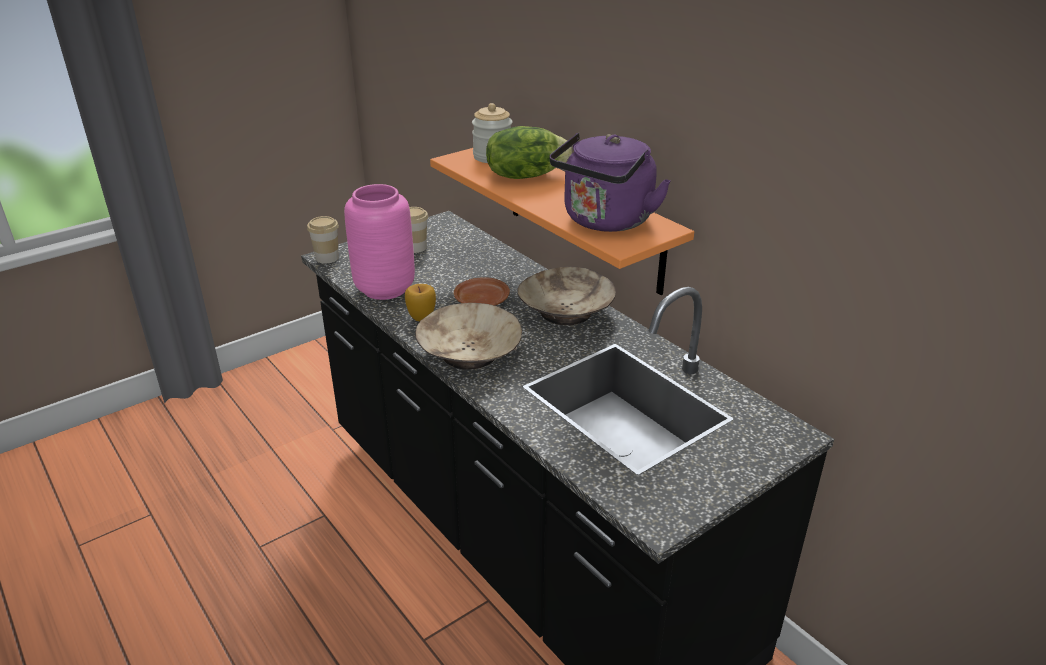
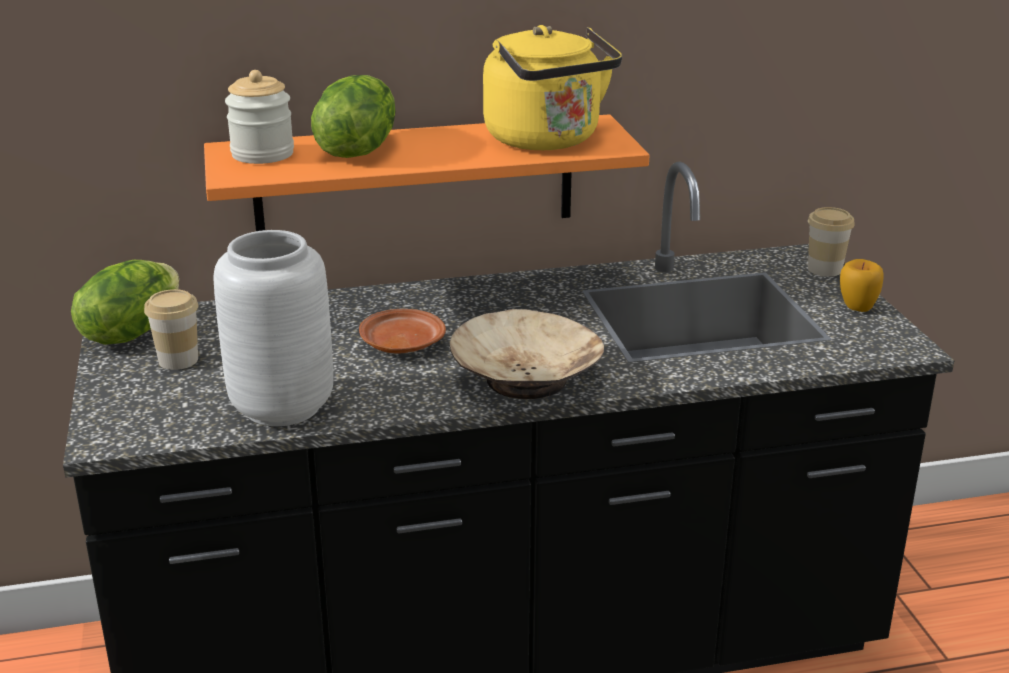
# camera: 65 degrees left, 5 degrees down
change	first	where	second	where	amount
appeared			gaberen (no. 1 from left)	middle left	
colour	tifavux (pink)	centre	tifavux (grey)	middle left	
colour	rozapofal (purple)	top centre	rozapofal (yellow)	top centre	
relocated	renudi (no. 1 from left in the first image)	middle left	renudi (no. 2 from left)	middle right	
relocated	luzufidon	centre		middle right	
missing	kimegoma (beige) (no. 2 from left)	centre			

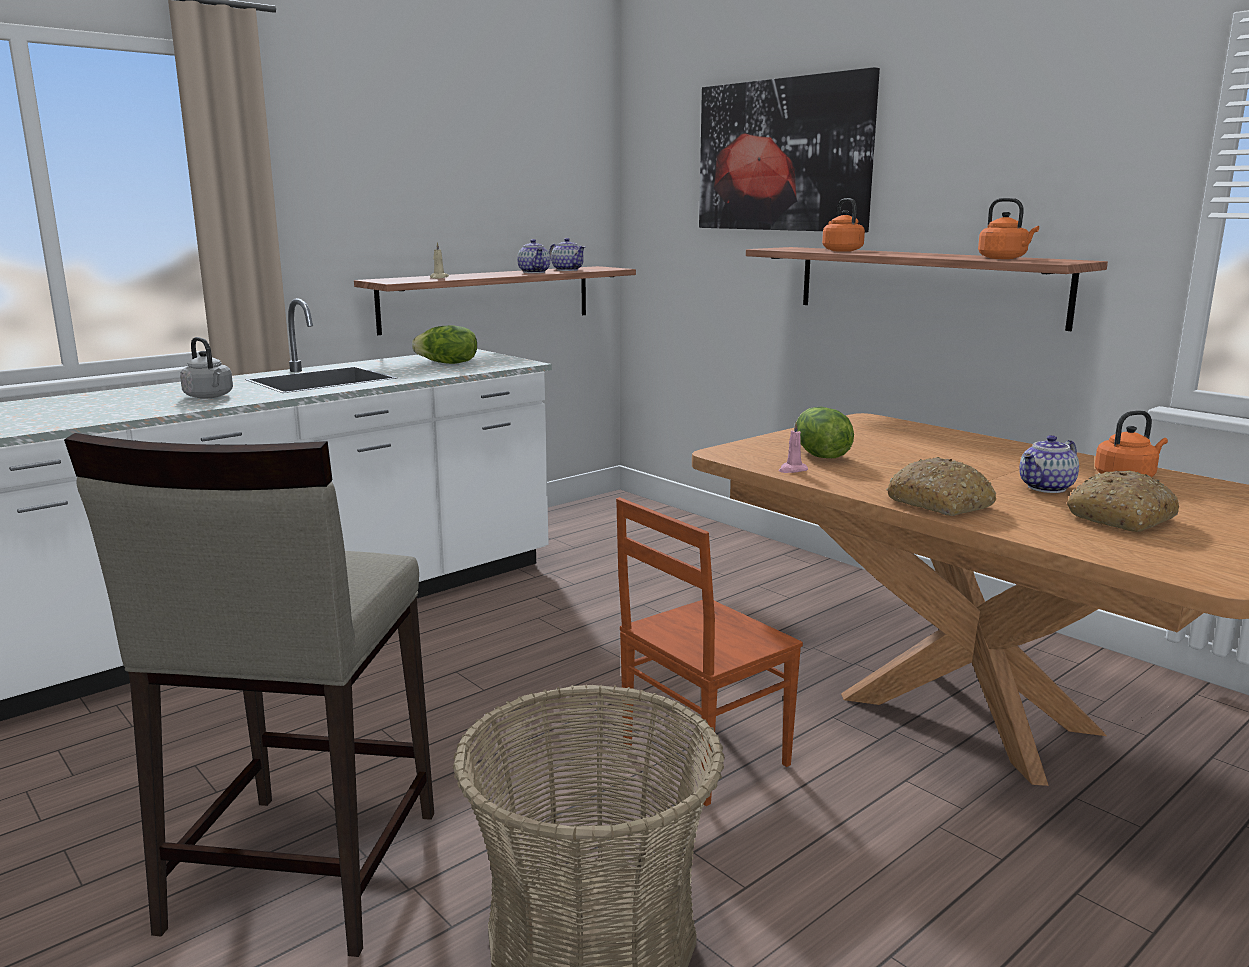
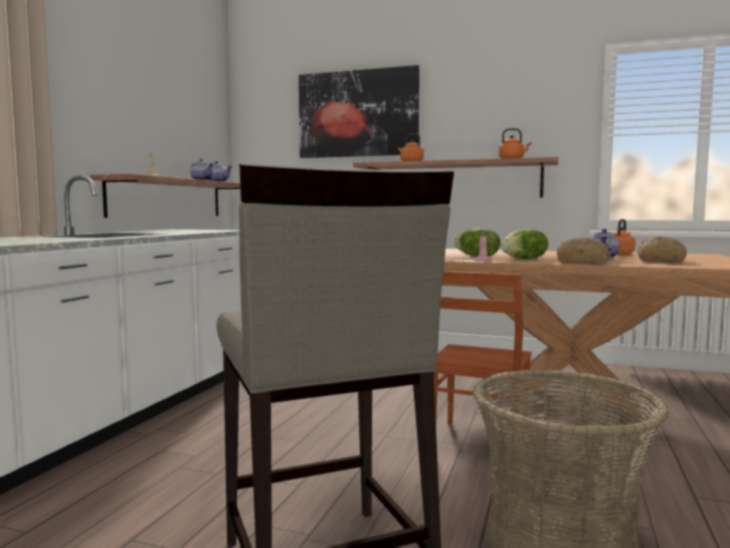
# camera: 30 degrees left, 10 degrees down
change	first	where	second	where	amount
relocated	gaberen (no. 1 from left in the first image)	centre	gaberen (no. 2 from left)	middle right	
missing	rozapofal (grey)	middle left			

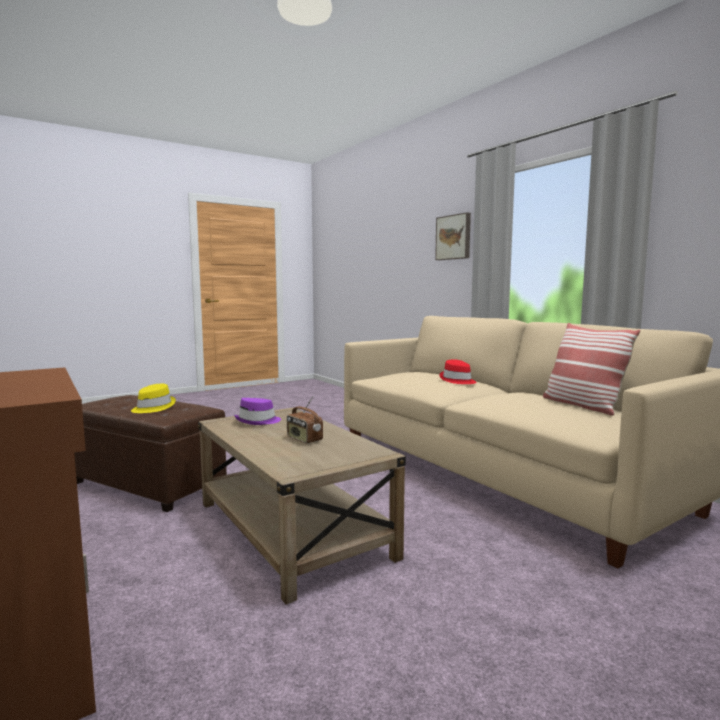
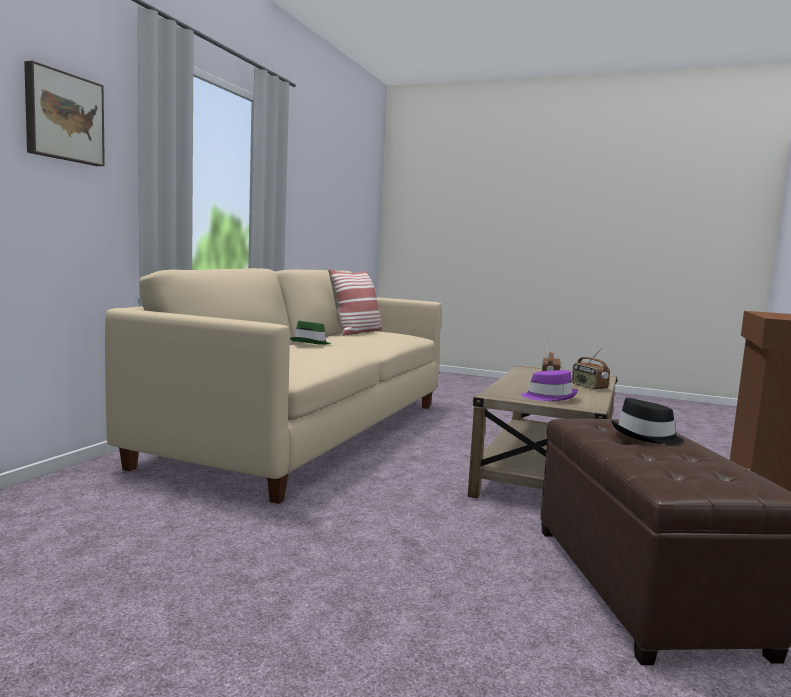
# camera: 125 degrees left, 0 degrees up
change	first	where	second	where	amount
colour	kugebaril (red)	centre	kugebaril (green)	centre	
appeared			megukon (no. 2 from left)	middle right	
colour	kugebaril (yellow)	middle left	kugebaril (black)	middle right	

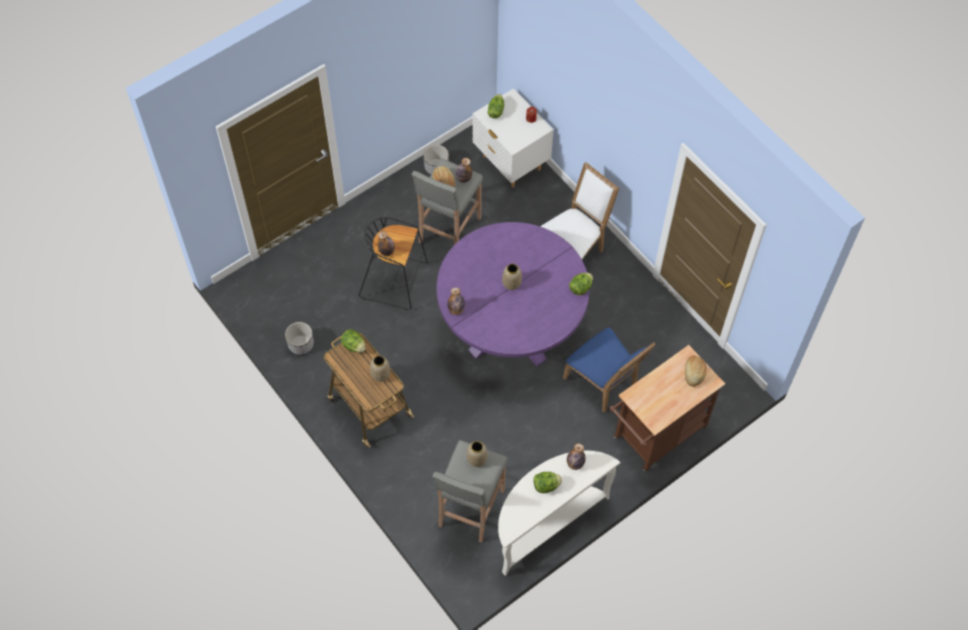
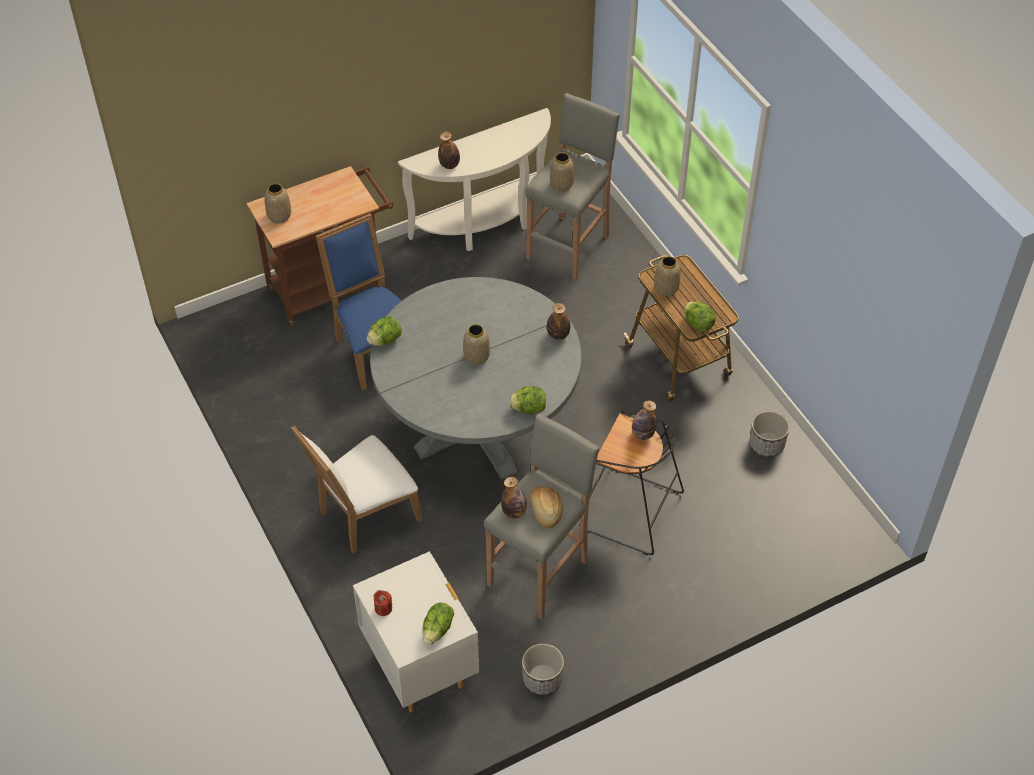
# camera: 170 degrees left, 10 degrees down
change	first	where	second	where	amount
exchanged	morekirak (no. 2 from left)	middle right	tifavux (no. 1 from left)	top left	
colour	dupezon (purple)	centre	dupezon (grey)	centre	
relocated	gaberen (no. 3 from left)	bottom centre		centre	

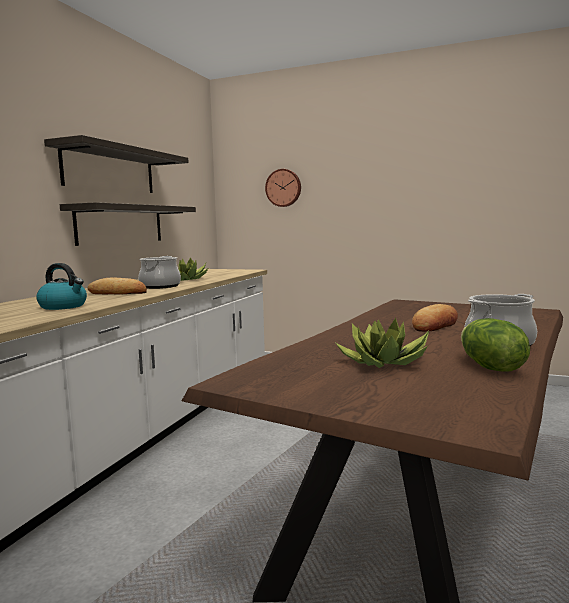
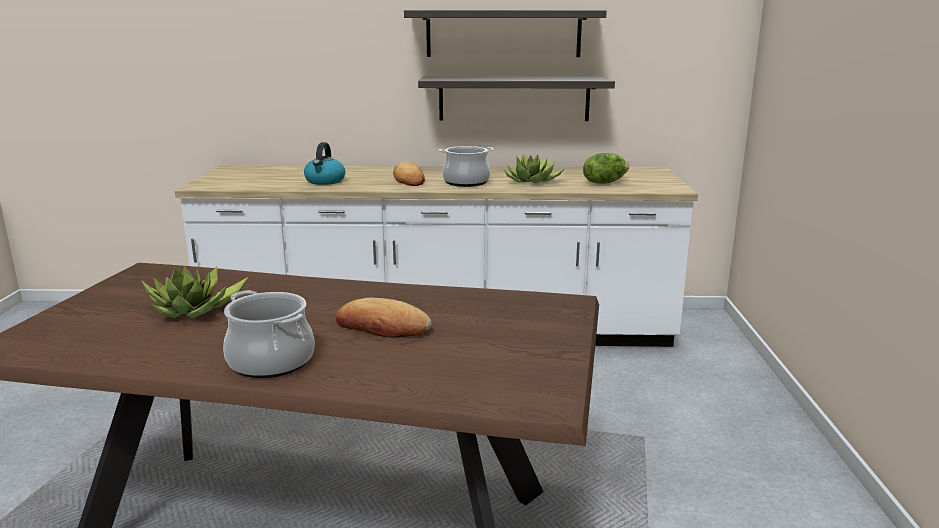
# camera: 70 degrees right, 10 degrees up
change	first	where	second	where	amount
relocated	gaberen	middle right		top centre	
missing	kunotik	top centre			

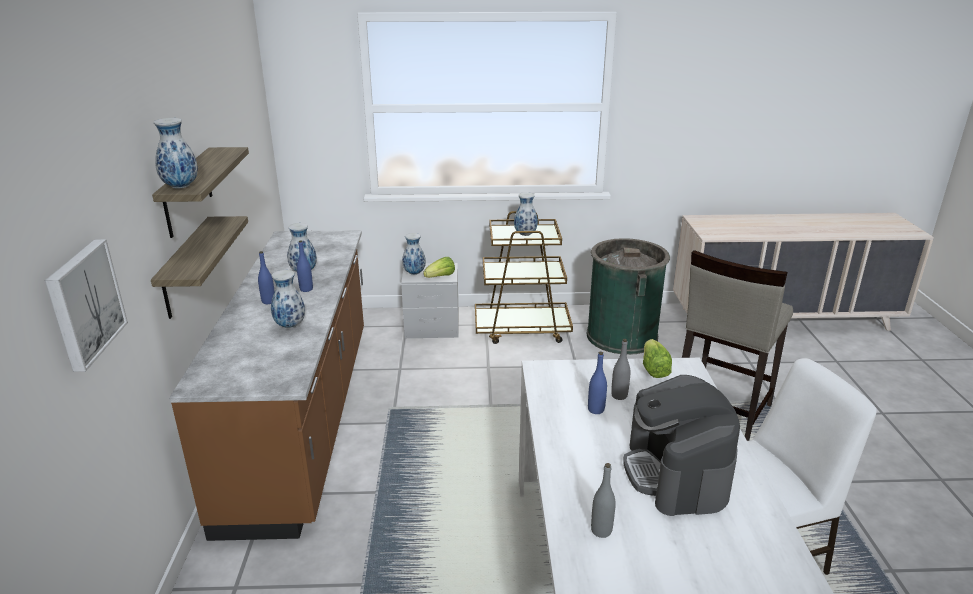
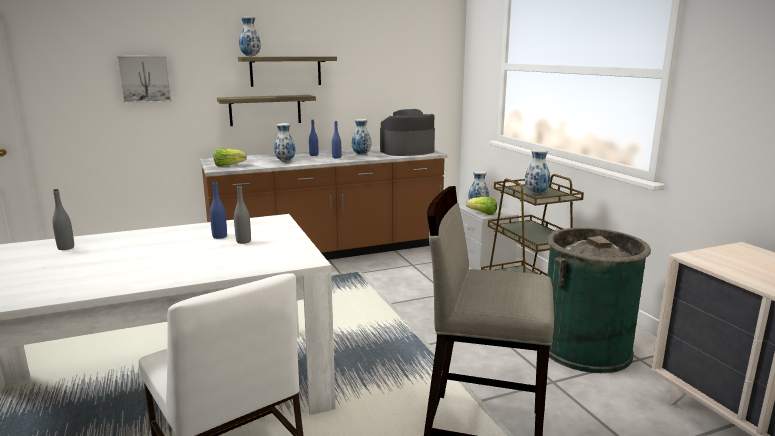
# camera: 70 degrees right, 10 degrees down
change	first	where	second	where	amount
relocated	gaberen (no. 2 from left in the first image)	middle right	gaberen (no. 1 from left)	middle left	
relocated	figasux	bottom right		top centre	

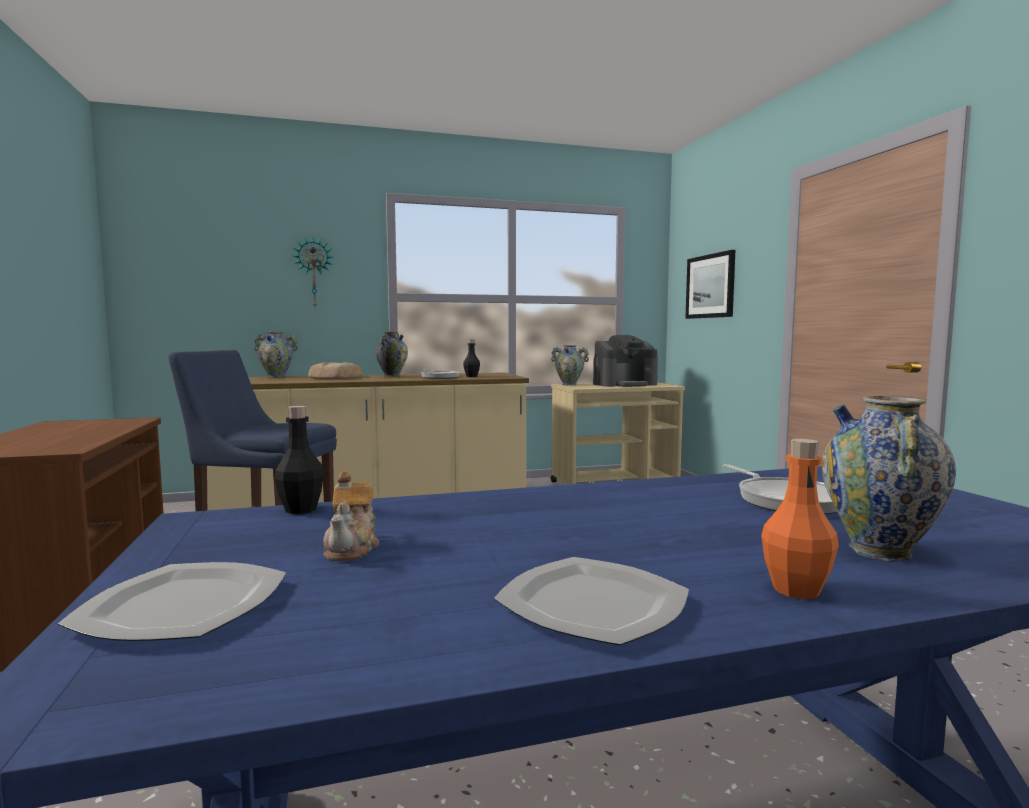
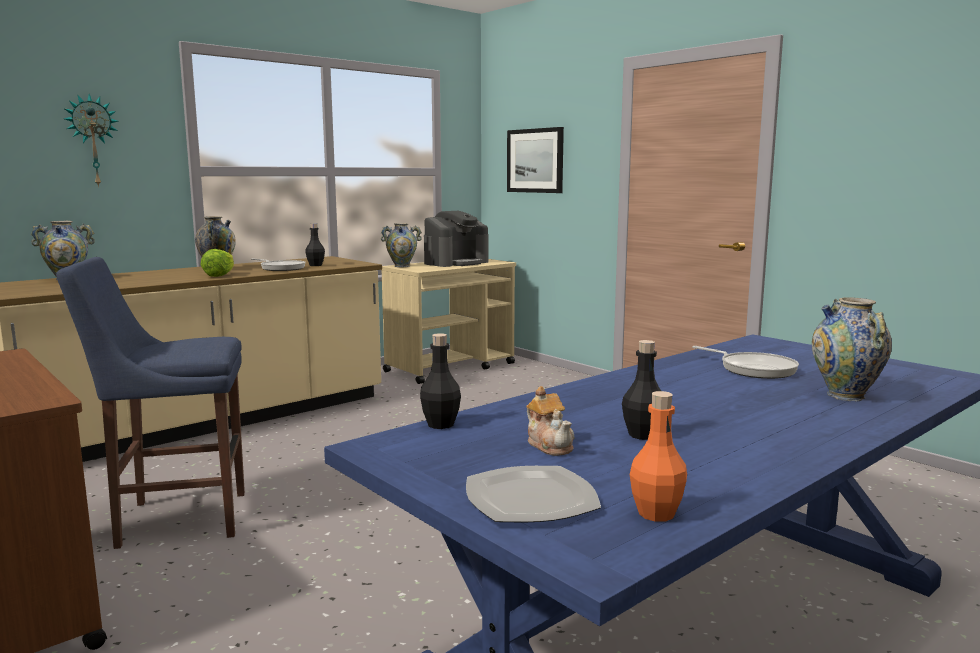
# camera: 25 degrees left, 5 degrees up
change	first	where	second	where	amount
appeared			gaberen	middle left	
appeared			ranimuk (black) (no. 3 from left)	centre	
relocated	ranimuk (orange)	middle right		bottom right	
missing	morekirak	middle left			
missing	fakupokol (no. 2 from left)	bottom centre			

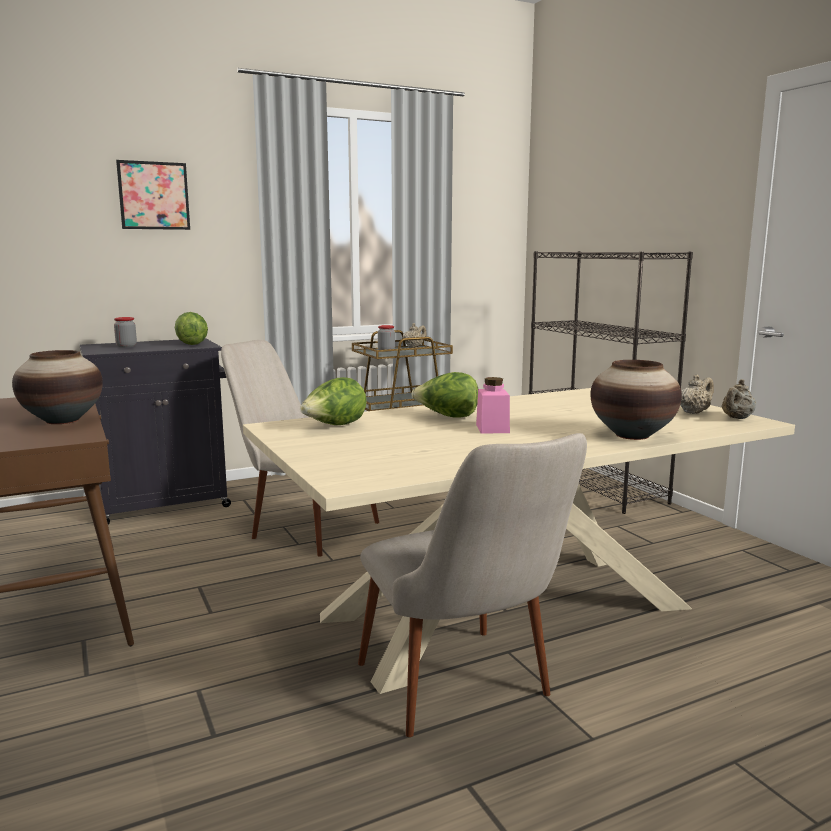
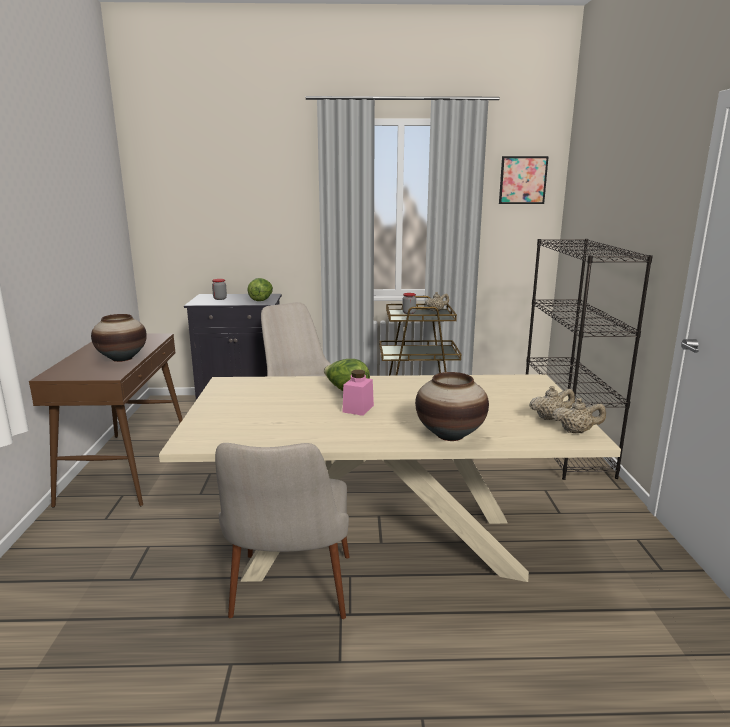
# camera: 25 degrees right, 5 degrees up
change	first	where	second	where	amount
relocated	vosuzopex	top left		top right	
spun	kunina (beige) (no. 3 from left)	middle right		middle right	150 degrees counterclockwise
missing	gaberen (no. 2 from left)	centre			

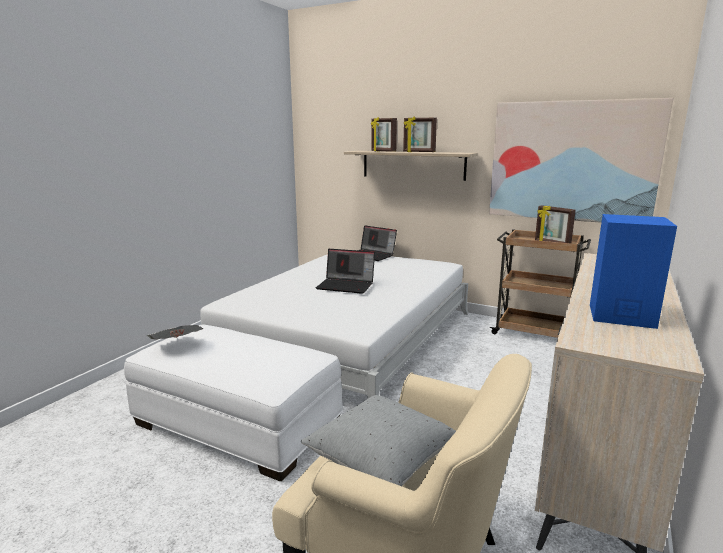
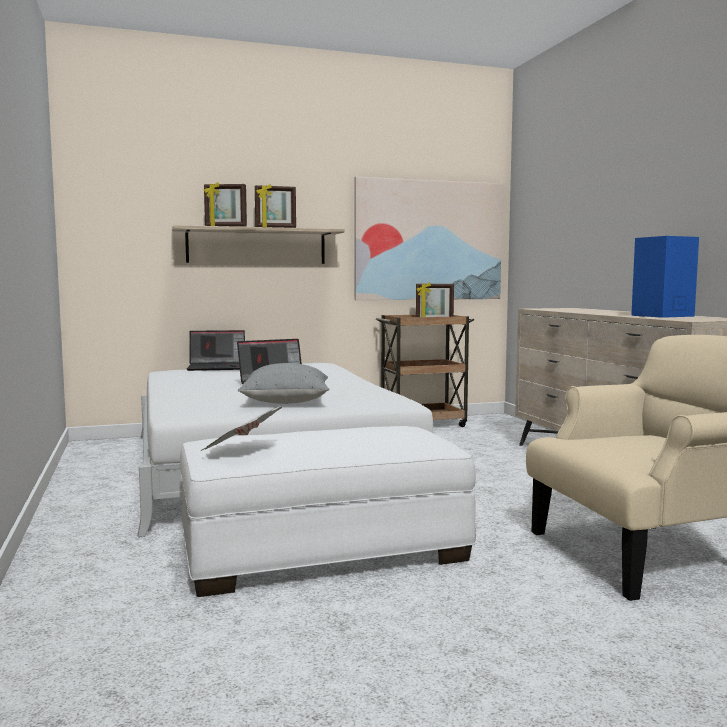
# camera: 45 degrees left, 10 degrees down
change	first	where	second	where	amount
relocated	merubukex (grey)	bottom centre		centre	

